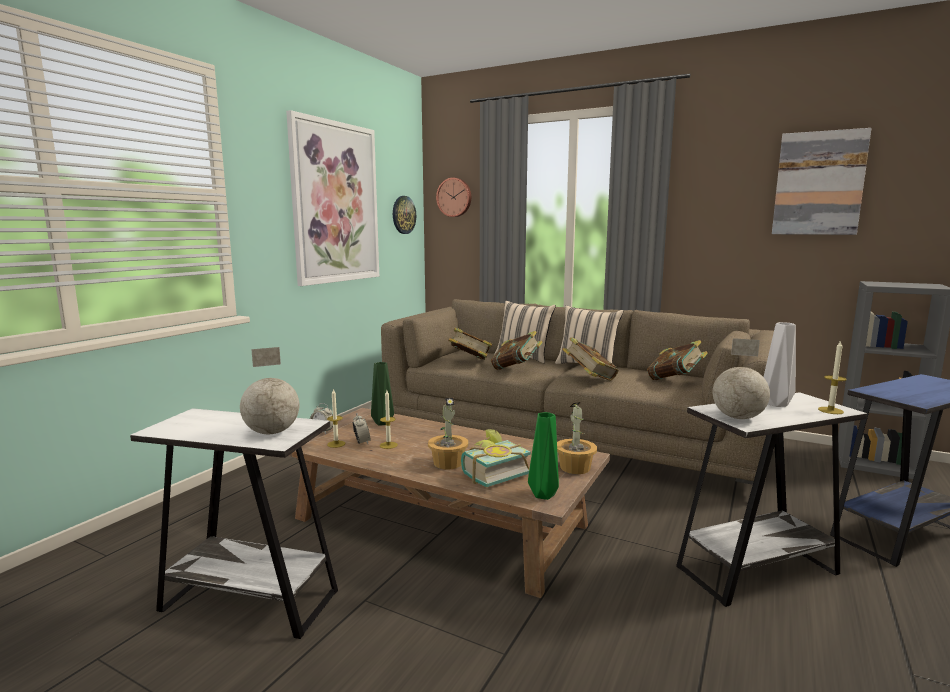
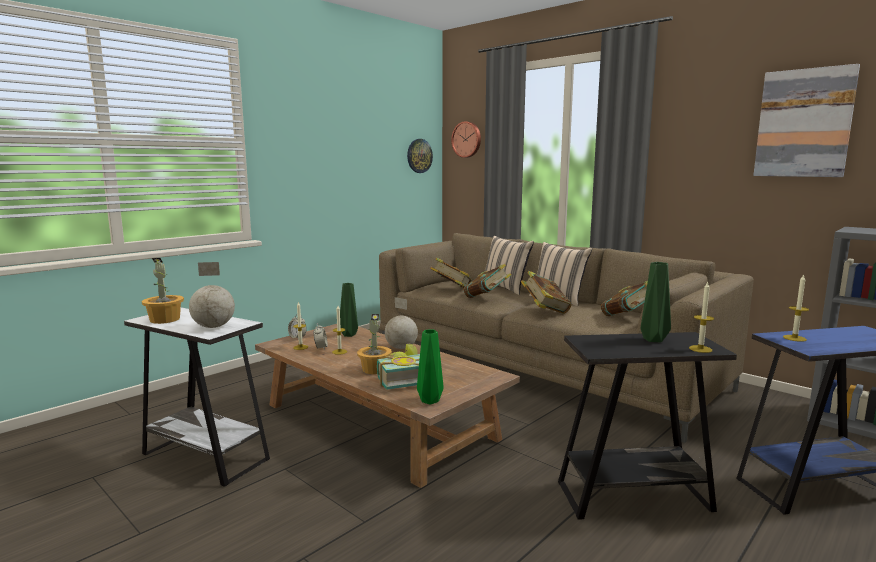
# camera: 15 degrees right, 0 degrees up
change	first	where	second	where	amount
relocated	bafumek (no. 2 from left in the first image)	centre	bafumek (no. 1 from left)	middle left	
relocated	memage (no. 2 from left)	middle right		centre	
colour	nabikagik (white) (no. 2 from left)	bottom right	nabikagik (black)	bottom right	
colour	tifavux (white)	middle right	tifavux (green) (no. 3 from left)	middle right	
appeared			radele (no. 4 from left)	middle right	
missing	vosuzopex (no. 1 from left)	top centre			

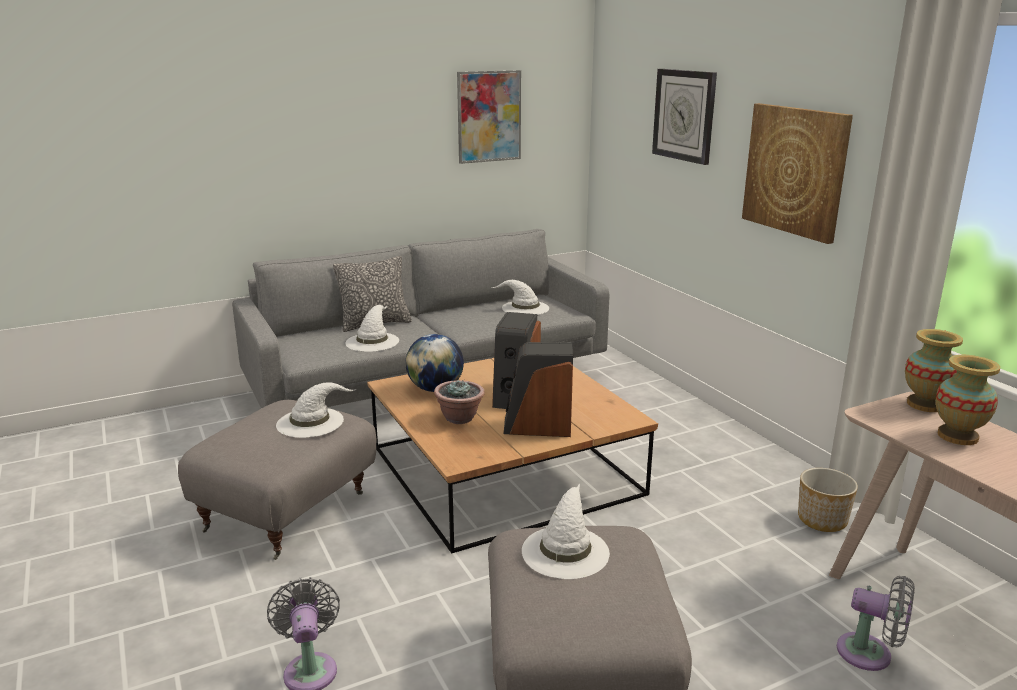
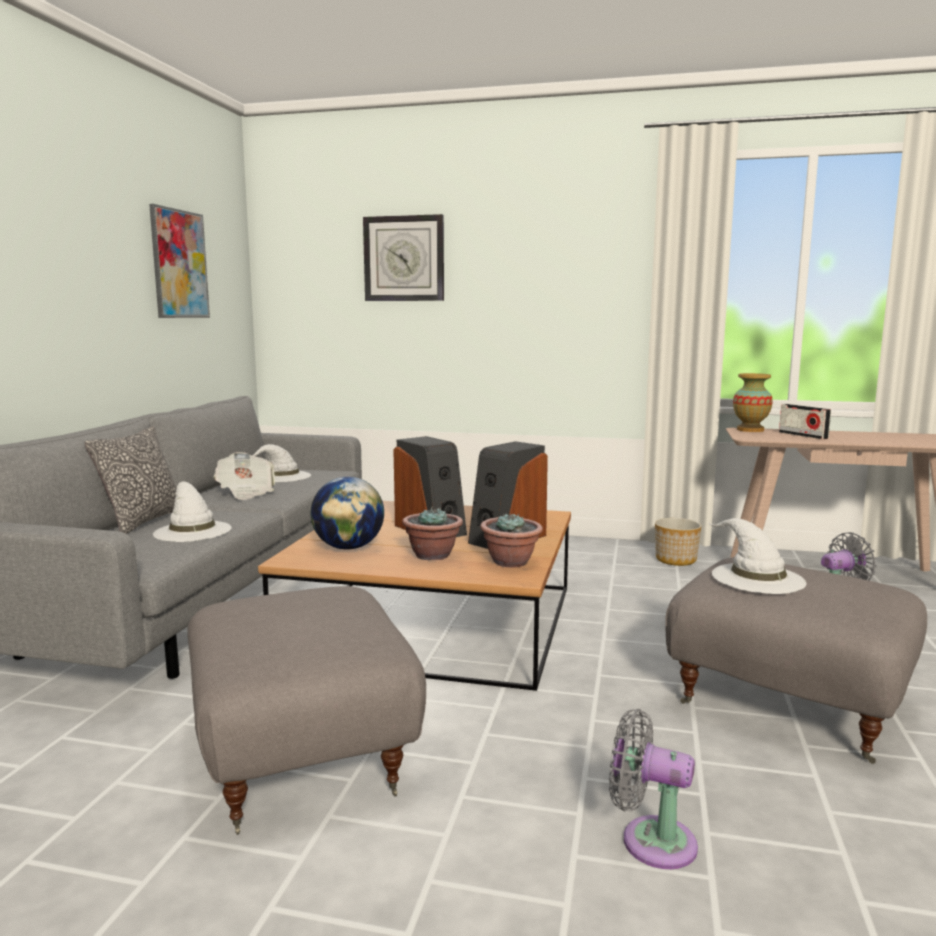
# camera: 50 degrees left, 10 degrees down
change	first	where	second	where	amount
appeared			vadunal	middle left	
appeared			bafumek (no. 2 from left)	centre	
exchanged	tifavux (no. 2 from left)	middle right	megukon	middle right	
missing	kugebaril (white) (no. 1 from left)	middle left			
missing	vosuzopex (no. 2 from left)	top right			

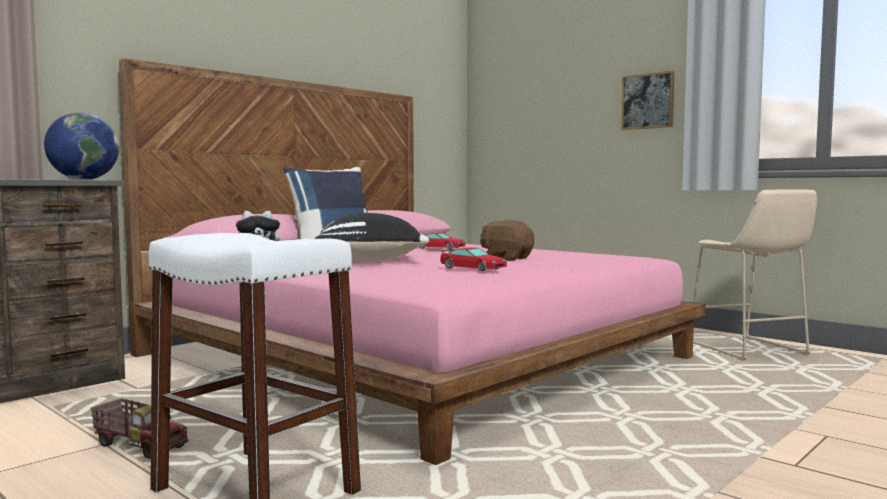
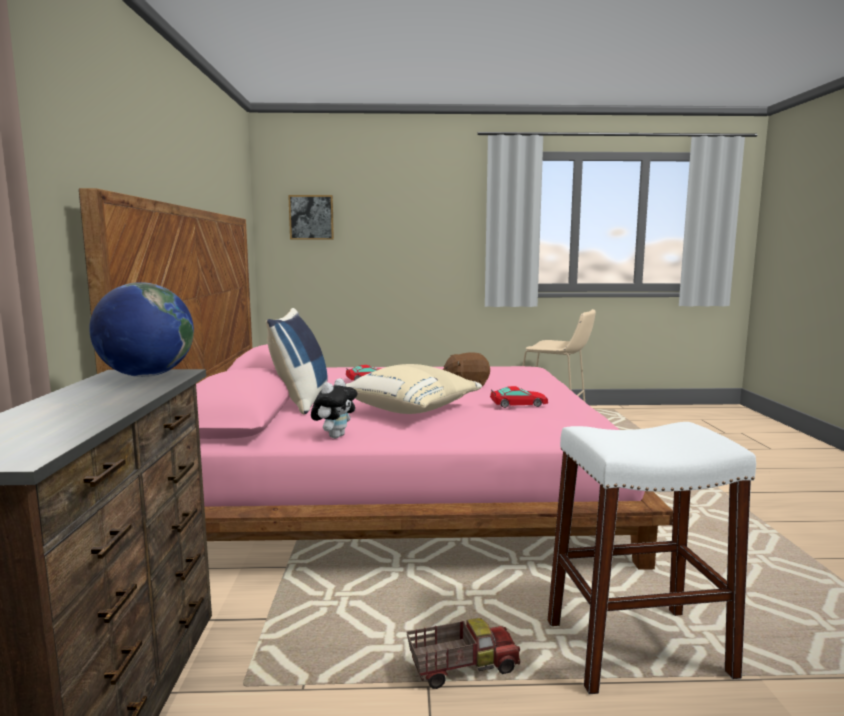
# camera: 45 degrees left, 5 degrees up
change	first	where	second	where	amount
relocated	vosuzopex	top right		top centre	
colour	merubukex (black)	centre	merubukex (beige)	centre	

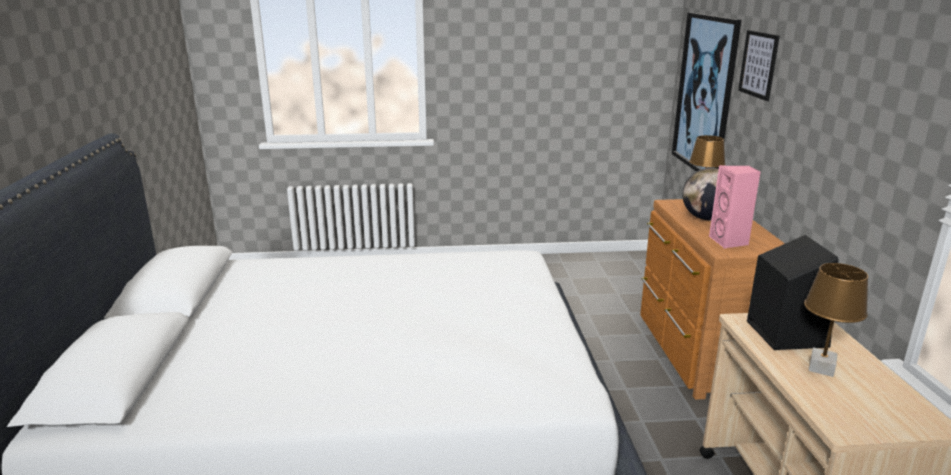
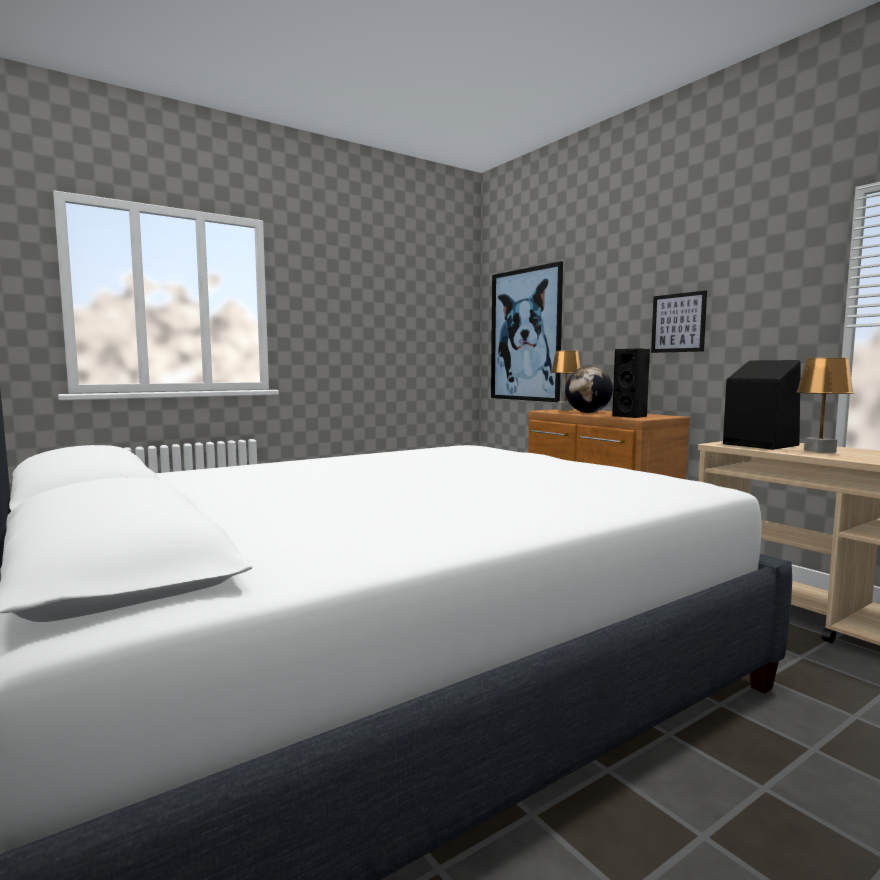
# camera: 30 degrees left, 15 degrees down
change	first	where	second	where	amount
colour	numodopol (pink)	middle right	numodopol (black) (no. 1 from left)	middle right	
relocated	vosuzopex (no. 2 from left)	top right		middle right	

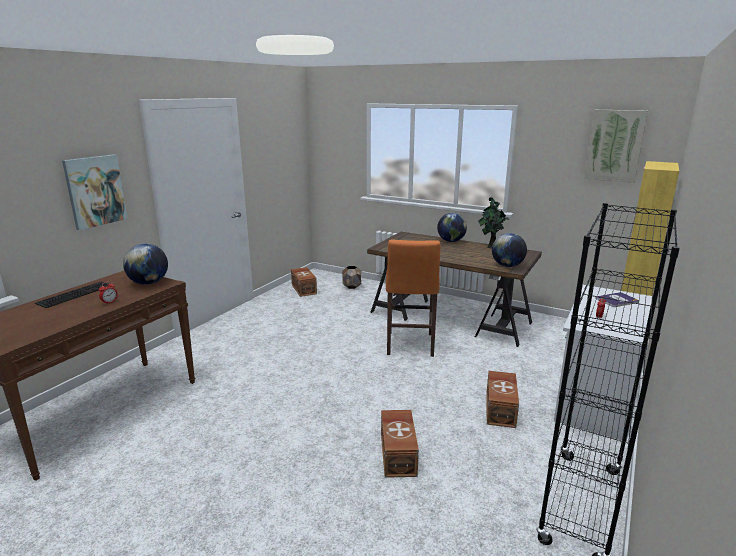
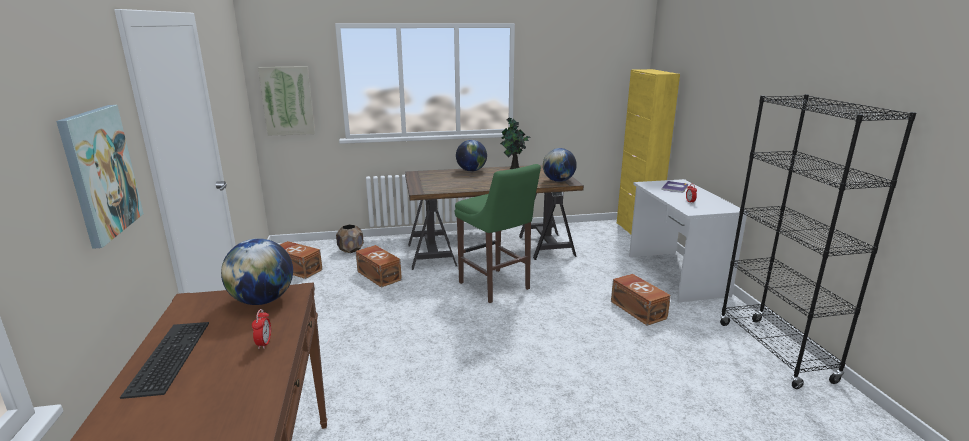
# camera: 40 degrees left, 0 degrees up
change	first	where	second	where	amount
relocated	vosuzopex (no. 2 from left)	top right		top left	
relocated	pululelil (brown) (no. 2 from left)	bottom centre		centre	
colour	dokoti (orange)	centre	dokoti (green)	centre	

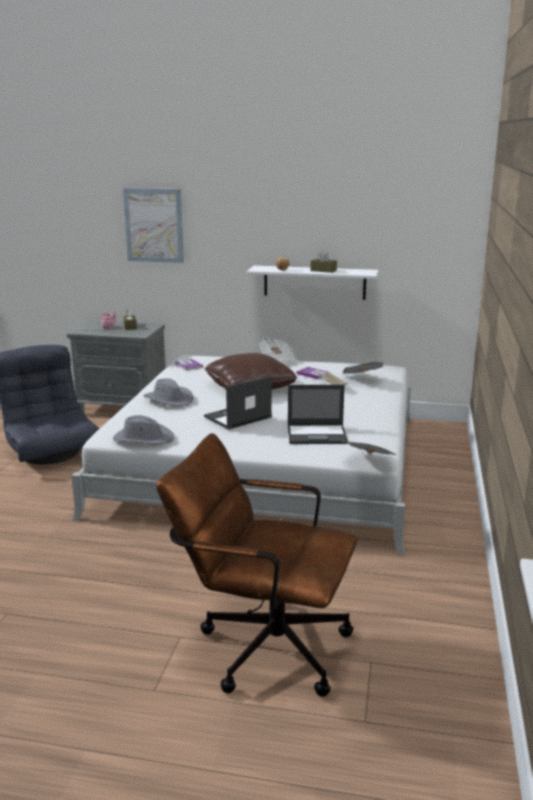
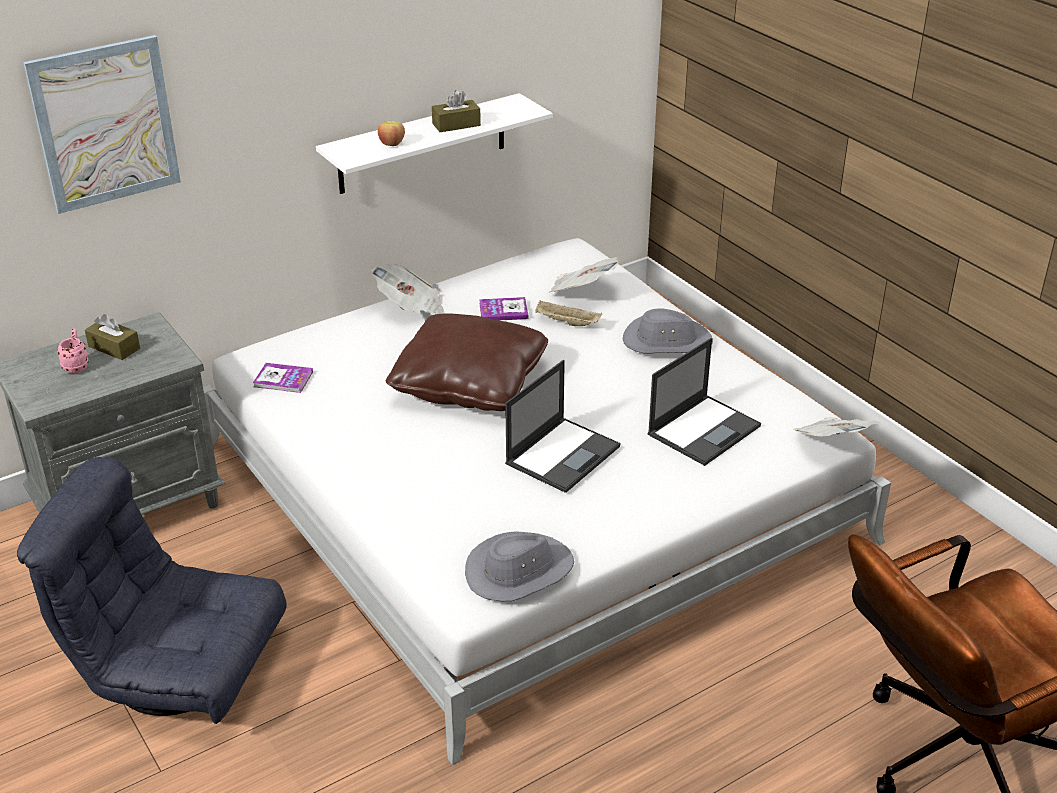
# camera: 45 degrees left, 15 degrees up
change	first	where	second	where	amount
spun	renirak (no. 1 from left)	centre		centre	150 degrees counterclockwise
relocated	kugebaril (grey) (no. 2 from left)	middle left		centre	

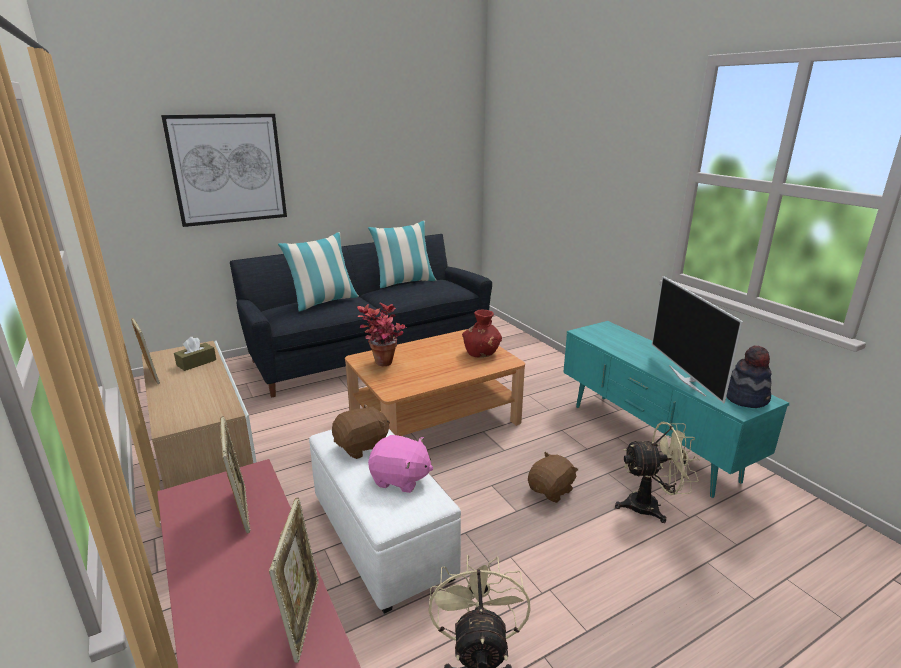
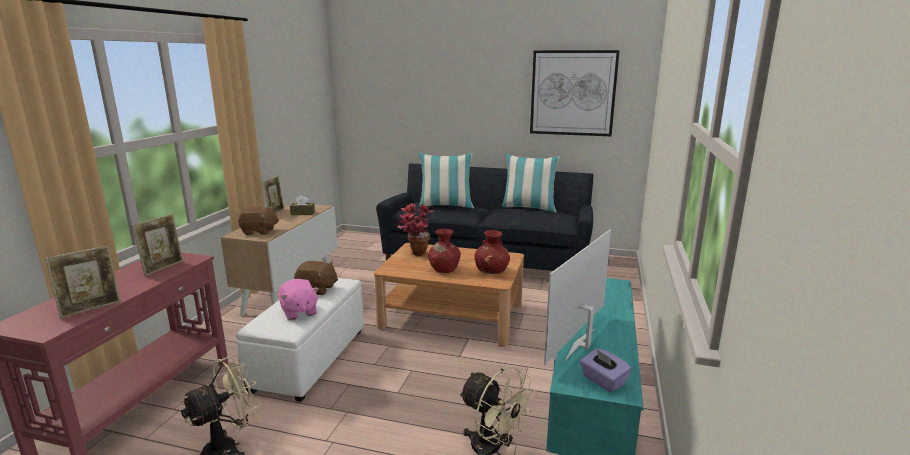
# camera: 45 degrees right, 5 degrees down
change	first	where	second	where	amount
relocated	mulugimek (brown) (no. 2 from left in the first image)	bottom centre	mulugimek (brown) (no. 1 from left)	middle left	
appeared			tifavux (red) (no. 1 from left)	centre	
relocated	vosuzopex	top left		top centre	
exchanged	kugebaril	middle right	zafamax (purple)	bottom centre	

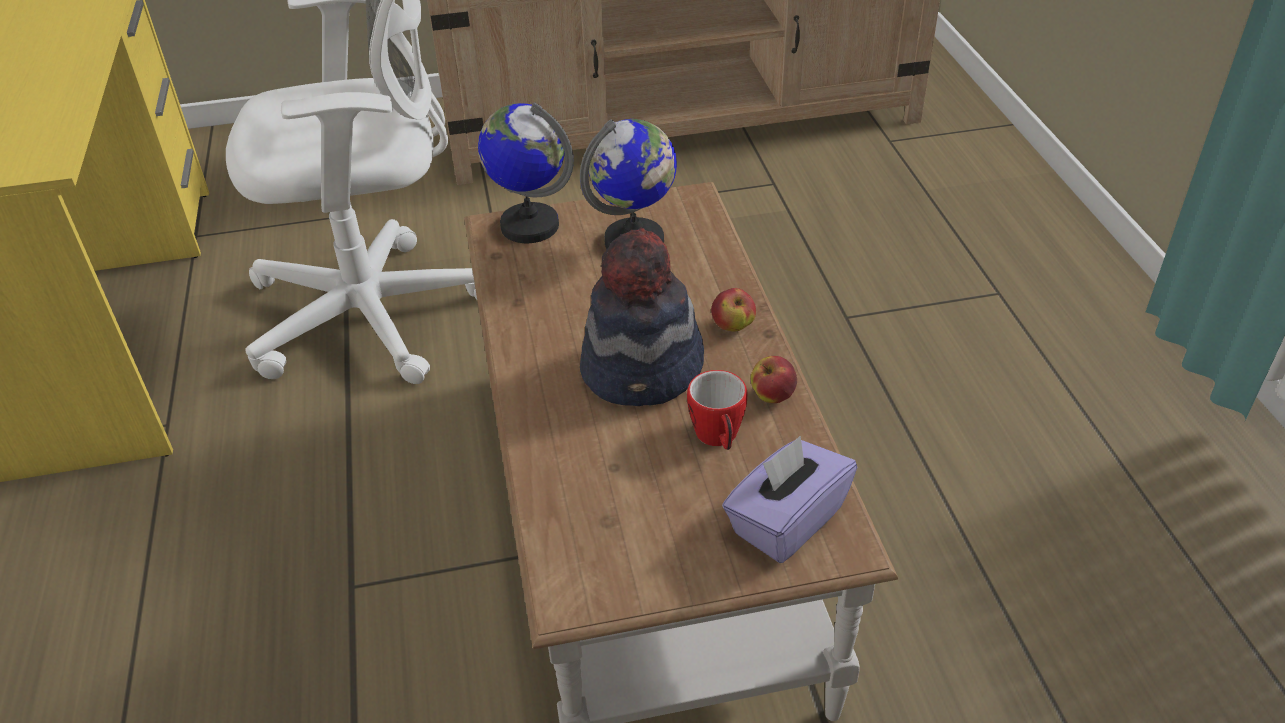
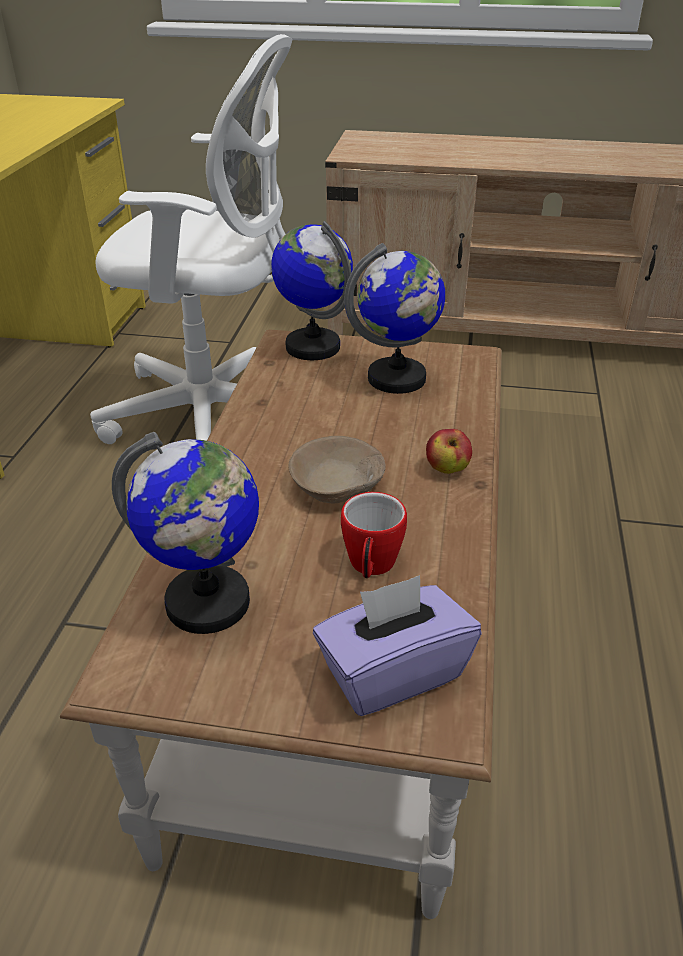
# camera: 20 degrees right, 5 degrees down
change	first	where	second	where	amount
appeared			memage (no. 1 from left)	middle left	
exchanged	kugebaril	centre	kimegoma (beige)	centre	
missing	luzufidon (no. 2 from left)	centre			

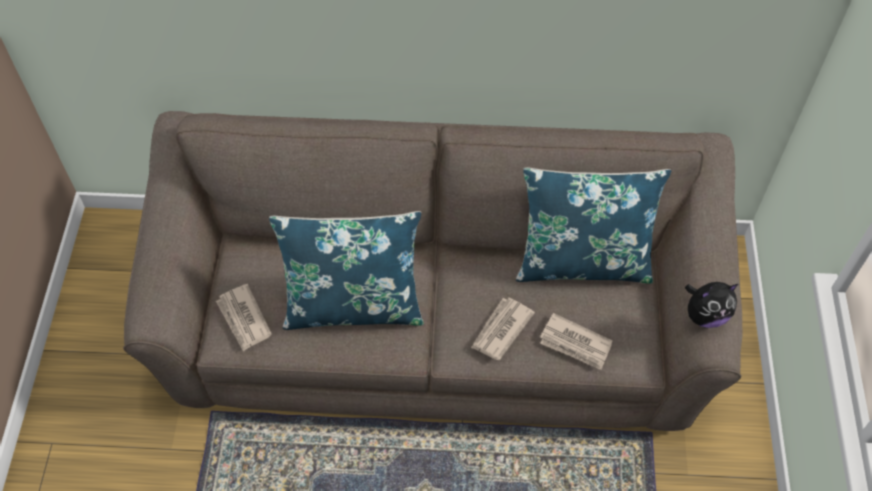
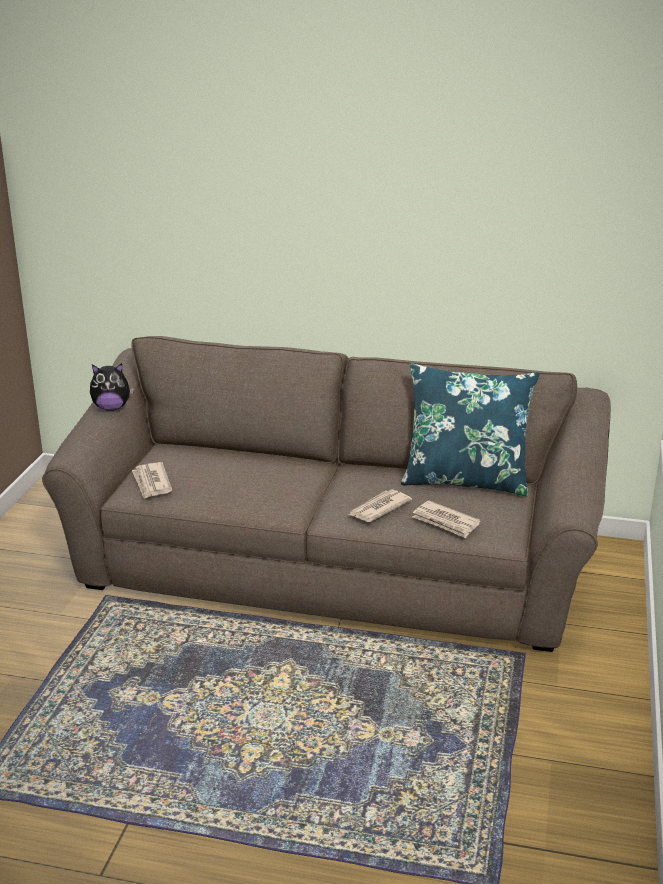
# camera: 10 degrees right, 30 degrees down
change	first	where	second	where	amount
relocated	mulugimek	middle right		middle left	
missing	merubukex (blue) (no. 1 from left)	centre			

